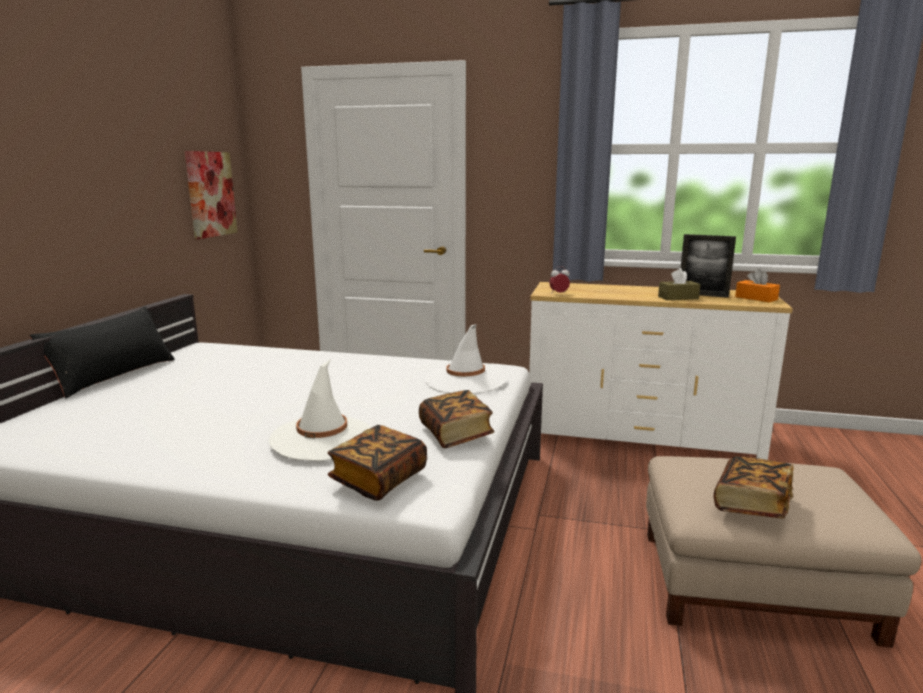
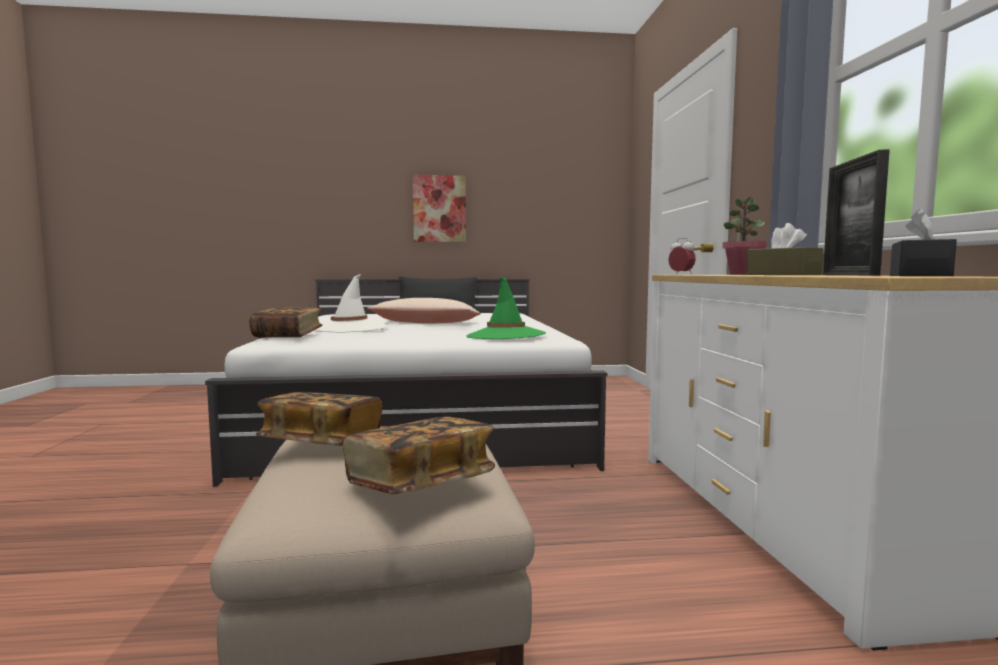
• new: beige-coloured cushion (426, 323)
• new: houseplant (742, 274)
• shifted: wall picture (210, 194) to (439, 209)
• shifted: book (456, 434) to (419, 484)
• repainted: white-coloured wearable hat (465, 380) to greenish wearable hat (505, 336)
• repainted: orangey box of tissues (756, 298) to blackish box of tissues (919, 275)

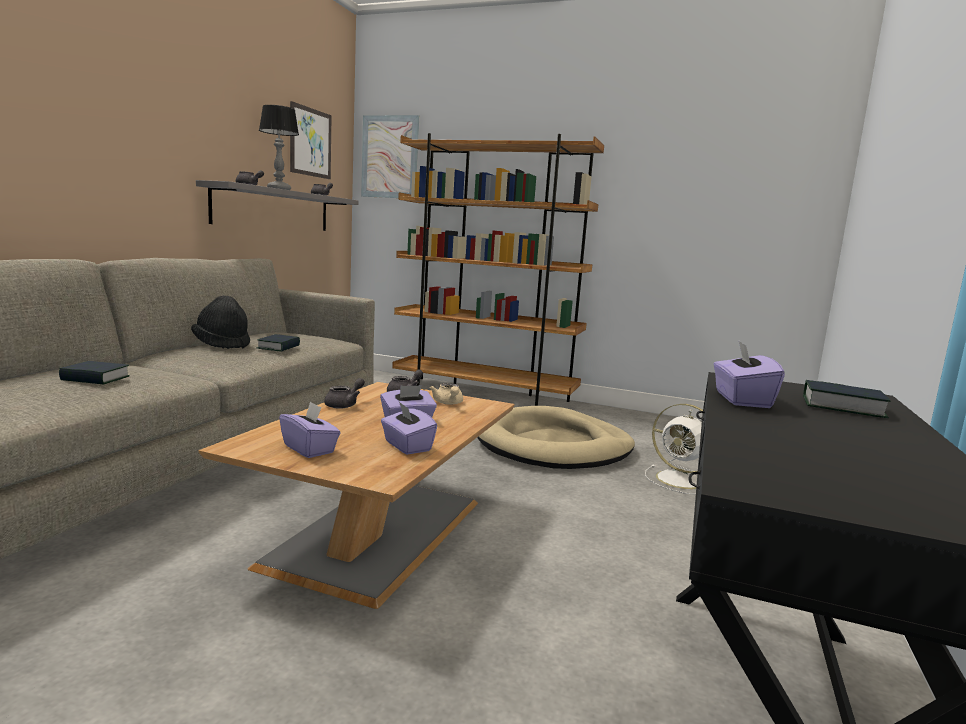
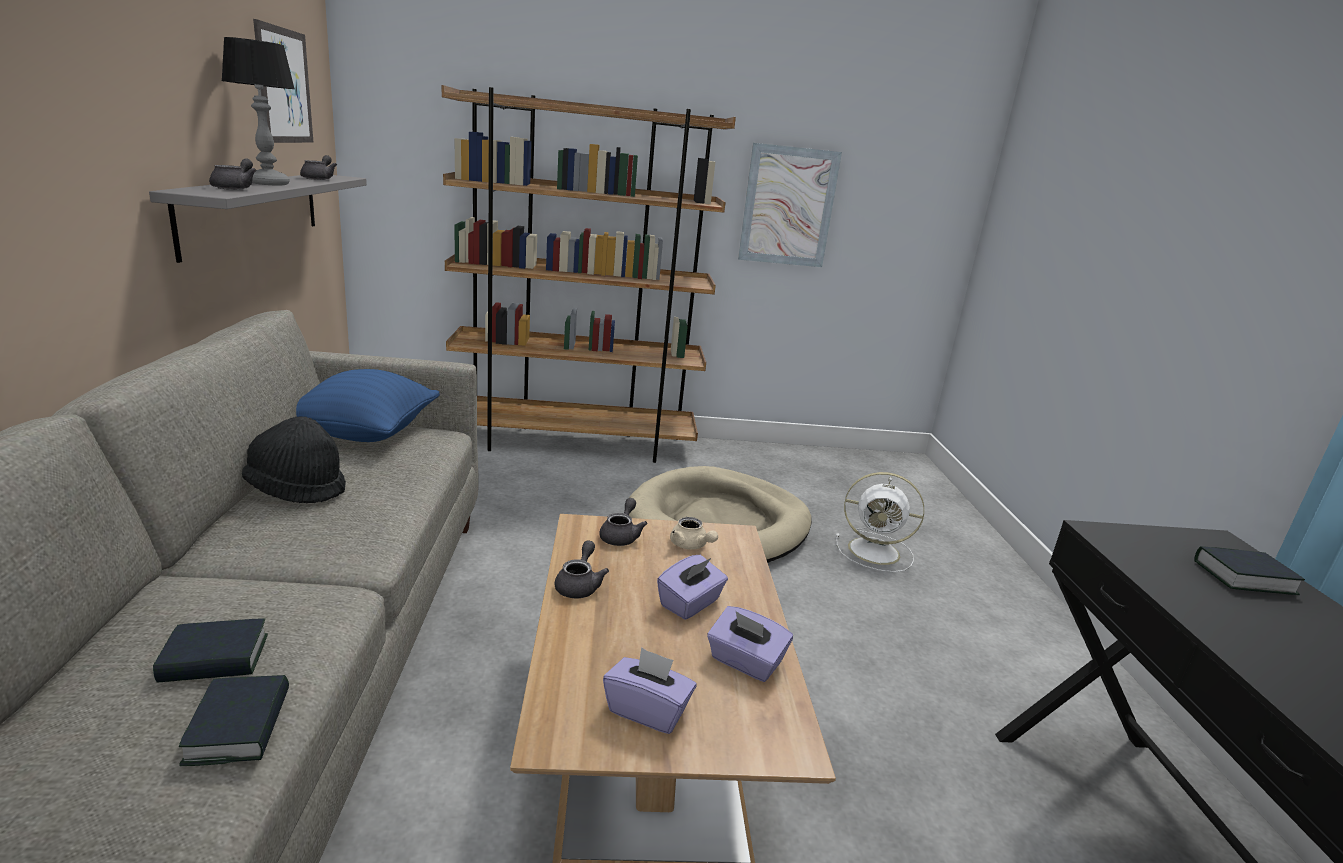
• gone: purplish box of tissues (741, 399)
• new: bluish cushion (364, 434)
• shifted: book (279, 347) to (239, 727)
• shifted: wall picture (390, 157) to (788, 206)

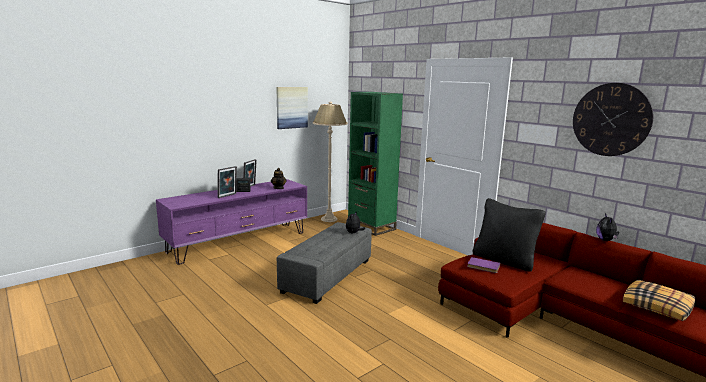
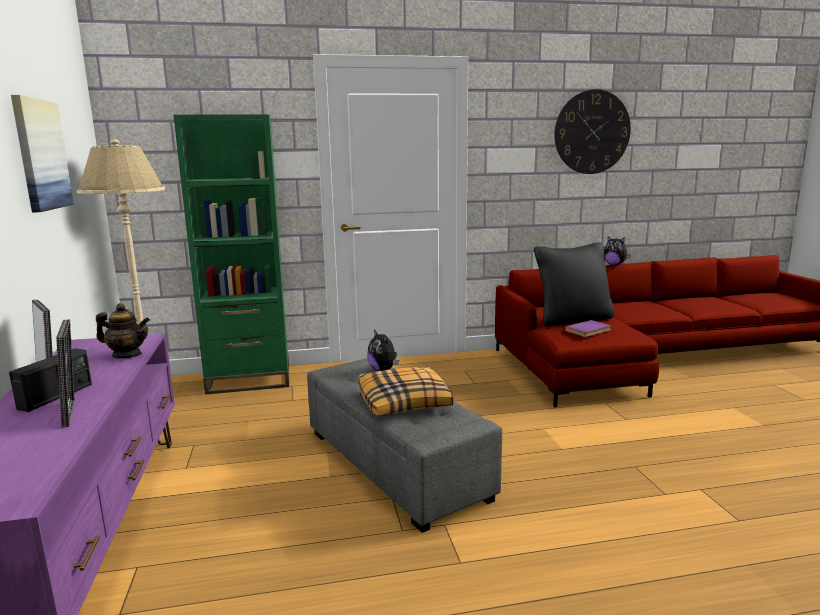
• shifted: cushion (657, 307) to (405, 402)

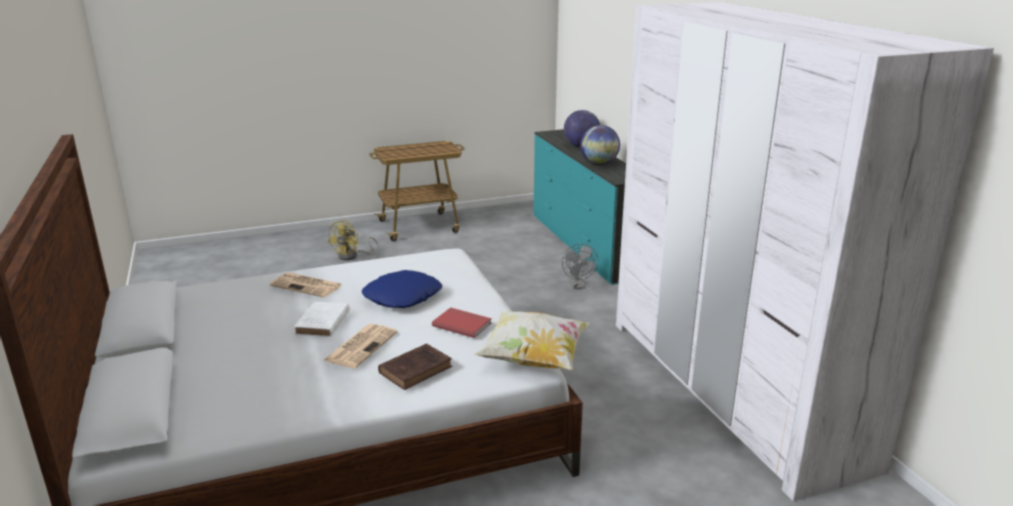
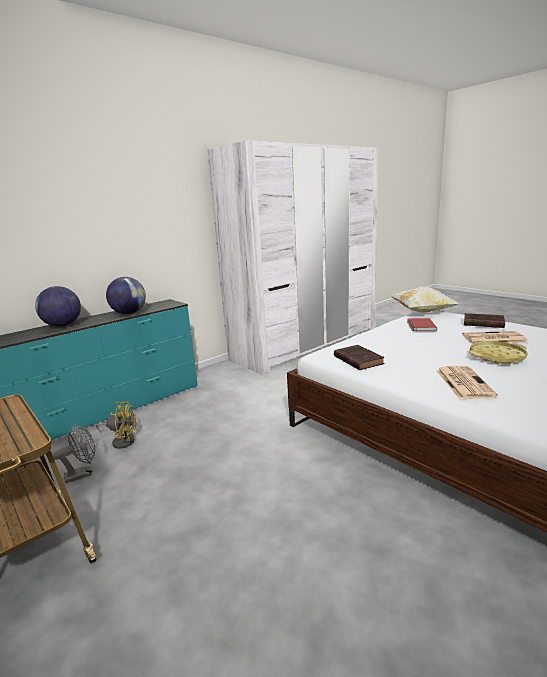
• gone: bluish cushion (402, 296)
• new: brownish book (357, 360)
• shifted: yellow cooling fan (352, 256) to (121, 441)
• shifted: gray cooling fan (578, 286) to (83, 474)
• swapped: white-coloured book (322, 323) to yellow carrying tray (497, 356)

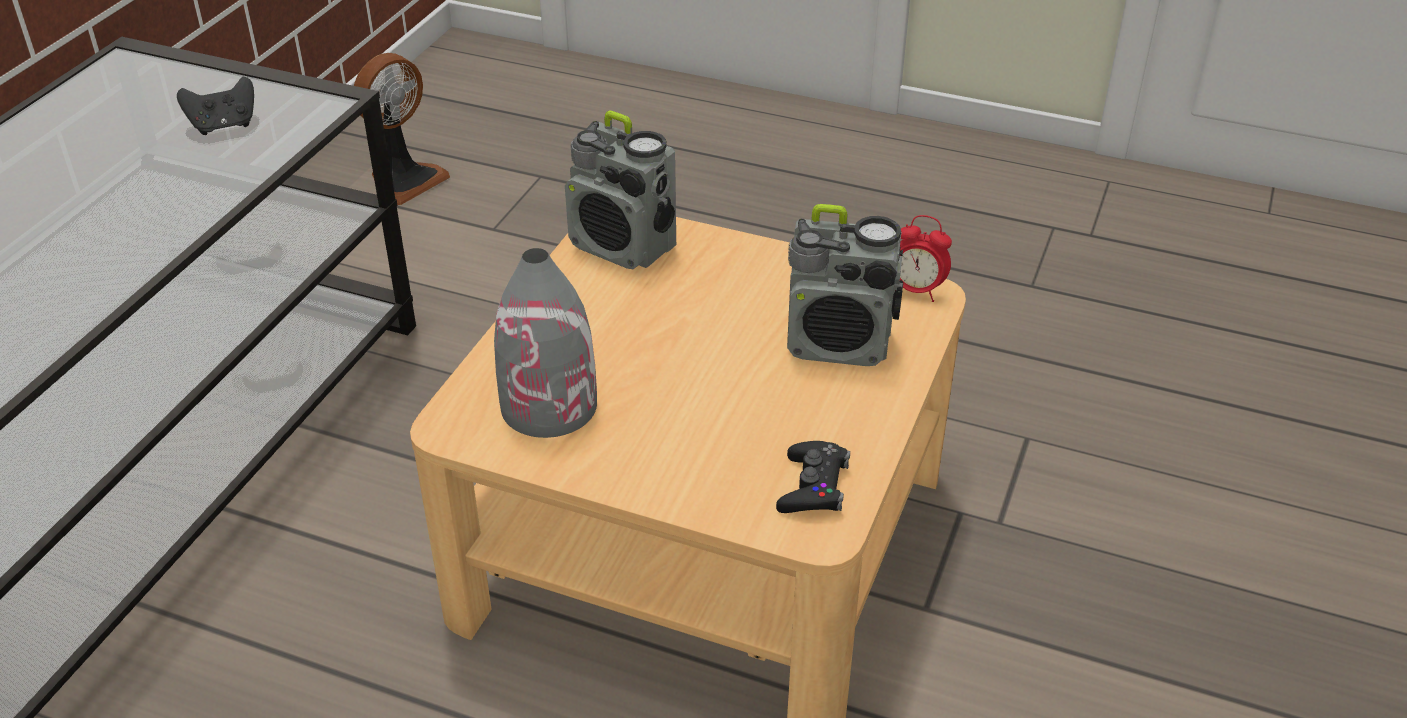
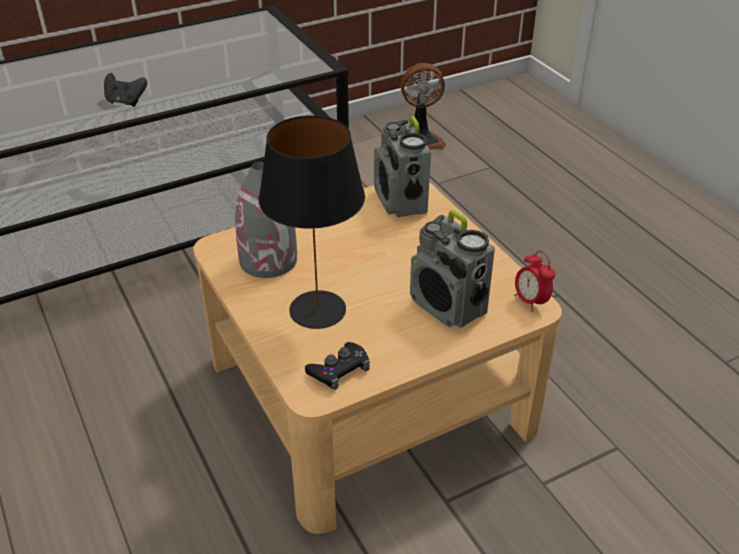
• new: blackish tabletop lamp (318, 309)
• shifted: blackish joypad (224, 126) to (126, 102)

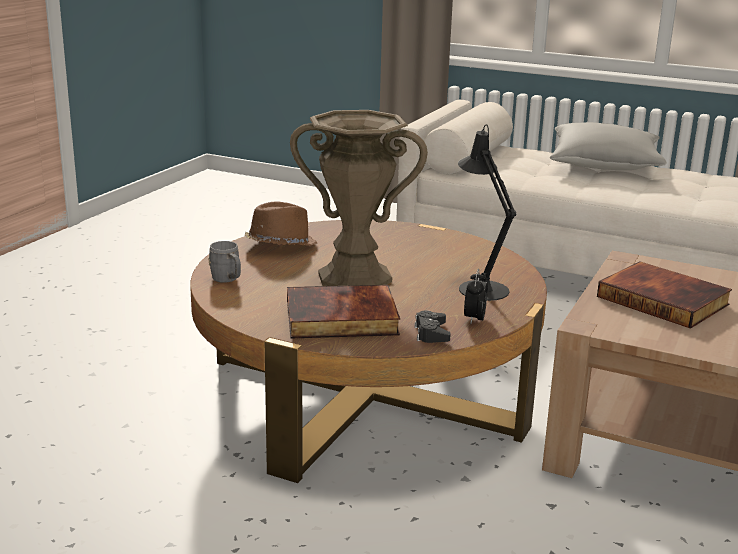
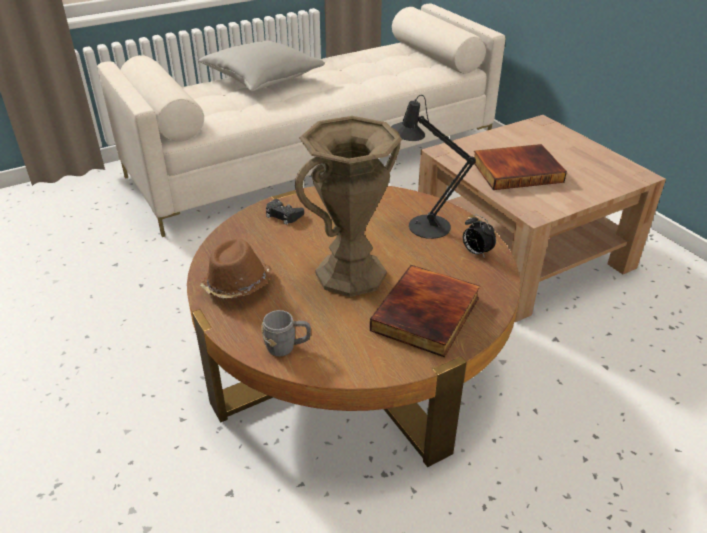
• shifted: blackish joypad (431, 333) to (283, 215)

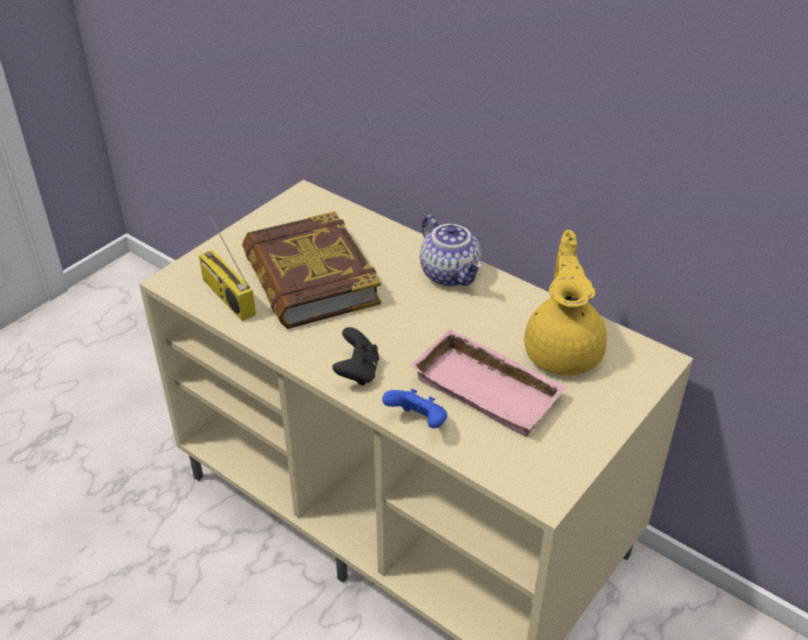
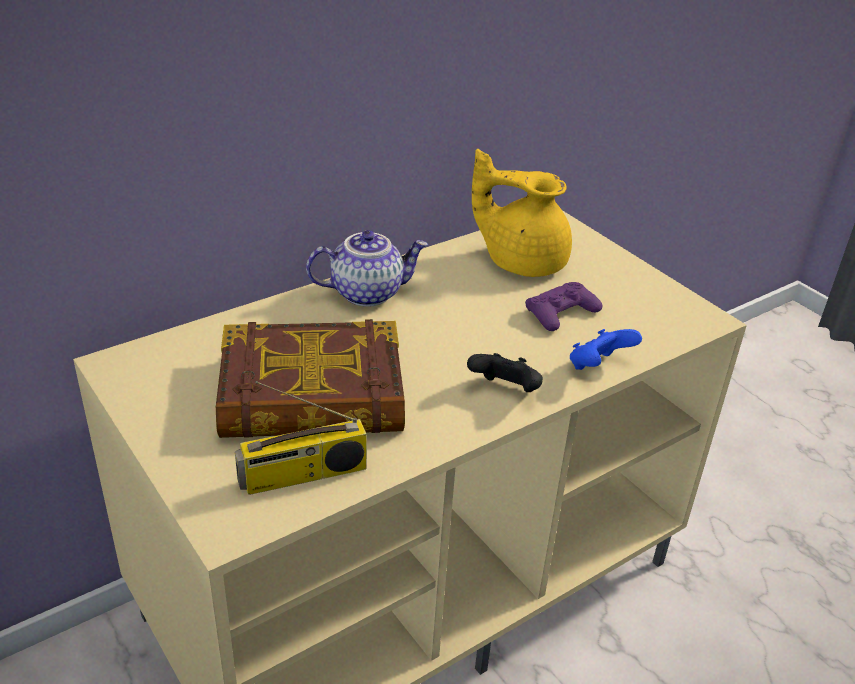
• swapped: pinkish carrying tray (490, 388) to purplish joypad (561, 313)

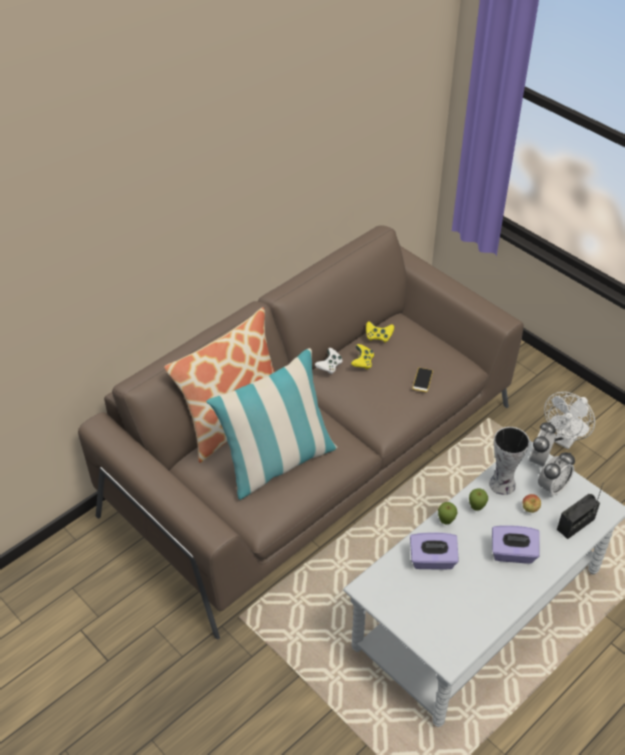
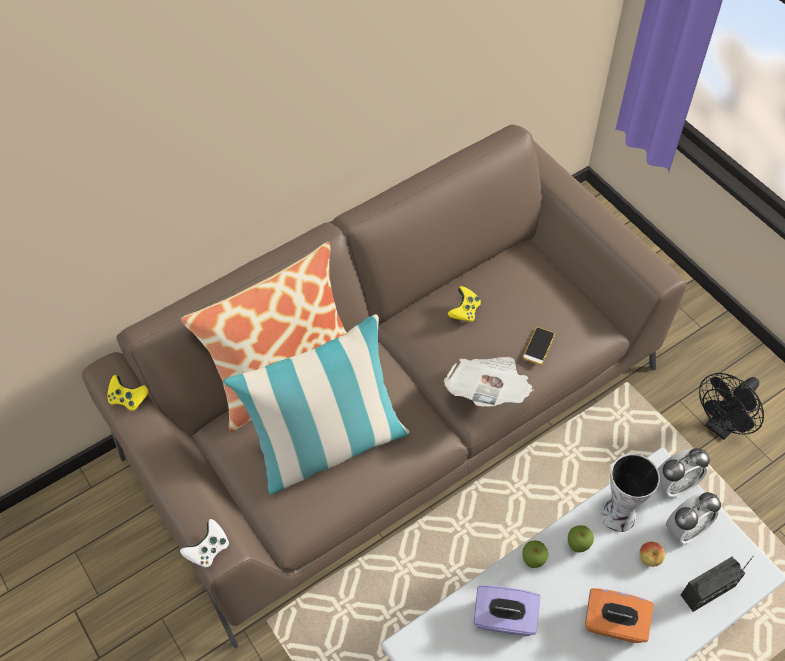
• new: daily paper (488, 391)
• shifted: white-coloured joypad (329, 366) to (208, 550)
• shifted: yellow joypad (378, 337) to (129, 398)
• repainted: purplish box of tissues (513, 553) to orangey box of tissues (614, 624)
• repainted: white-coloured cooling fan (565, 440) to blackish cooling fan (722, 426)
• rotated: alarm clock (539, 460) = (674, 484) 150 degrees counterclockwise

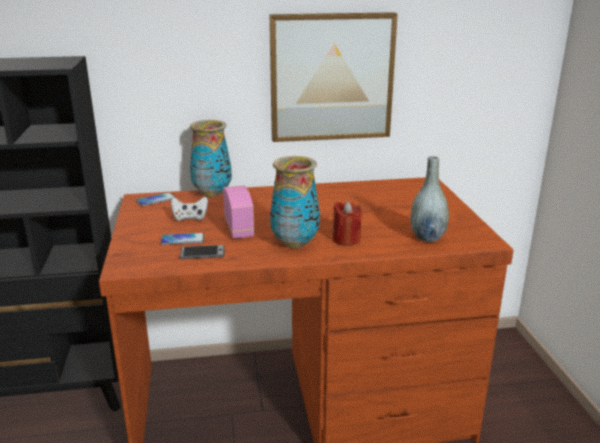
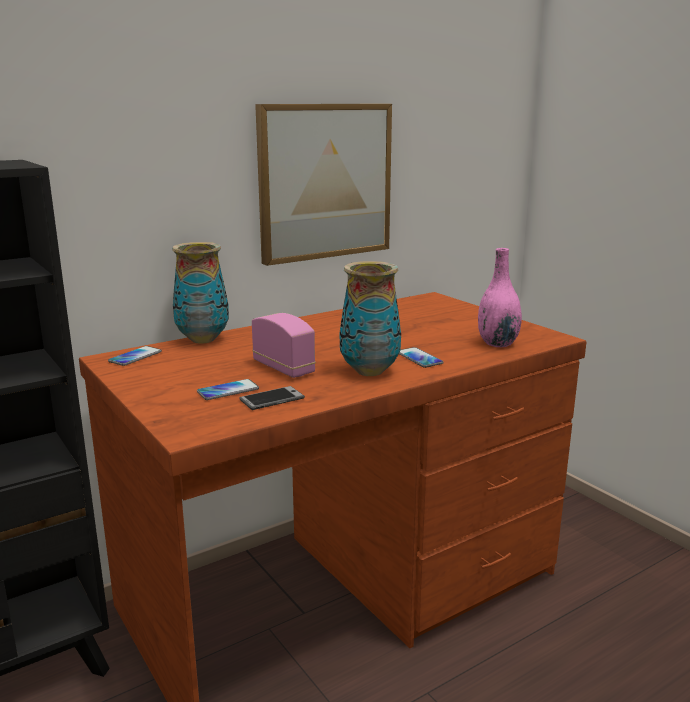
• gone: white-coloured joypad (190, 218)
• swapped: reddish wax light (346, 239) to phone (419, 358)
• repainted: gray flower vase (427, 237) to pinkish flower vase (497, 343)

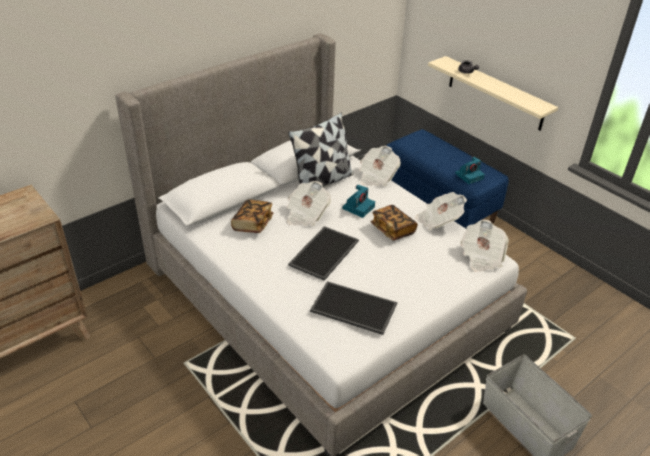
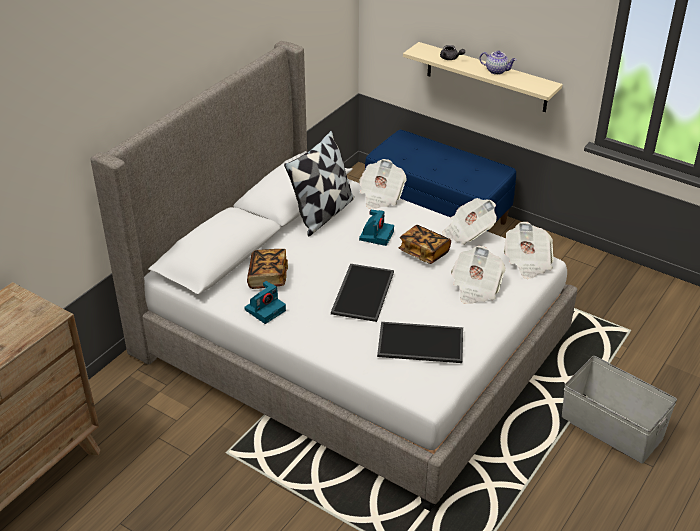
• new: tea pot (497, 71)
• shifted: daily paper (306, 214) to (475, 287)
• shifted: photo camera (469, 176) to (265, 309)

